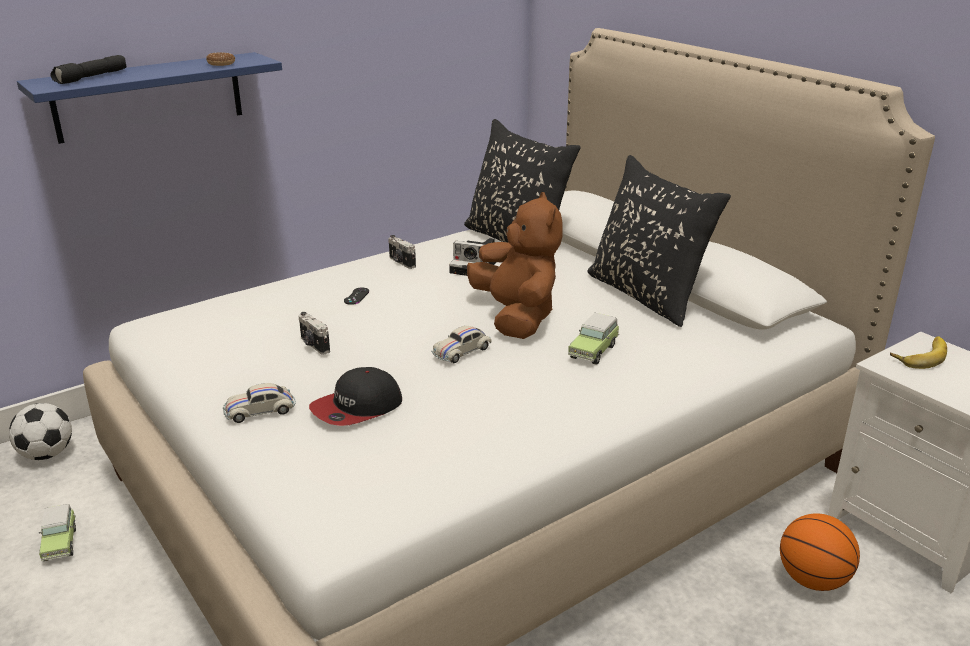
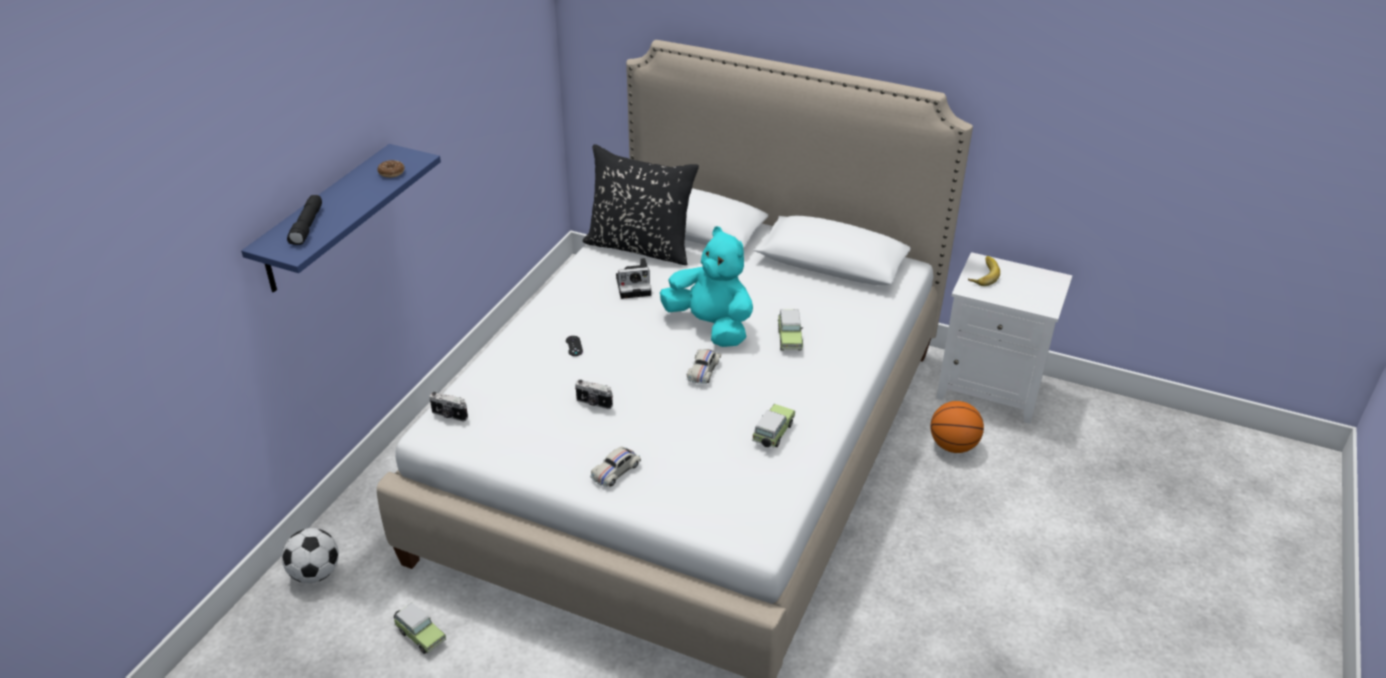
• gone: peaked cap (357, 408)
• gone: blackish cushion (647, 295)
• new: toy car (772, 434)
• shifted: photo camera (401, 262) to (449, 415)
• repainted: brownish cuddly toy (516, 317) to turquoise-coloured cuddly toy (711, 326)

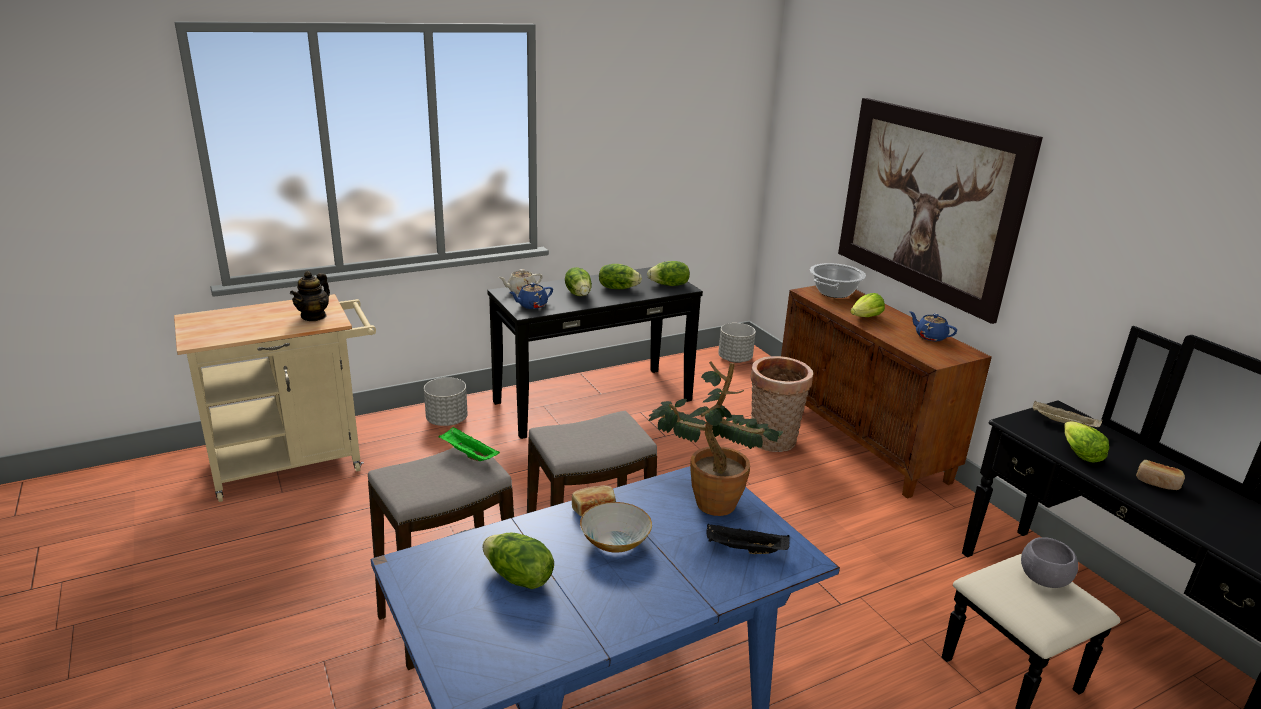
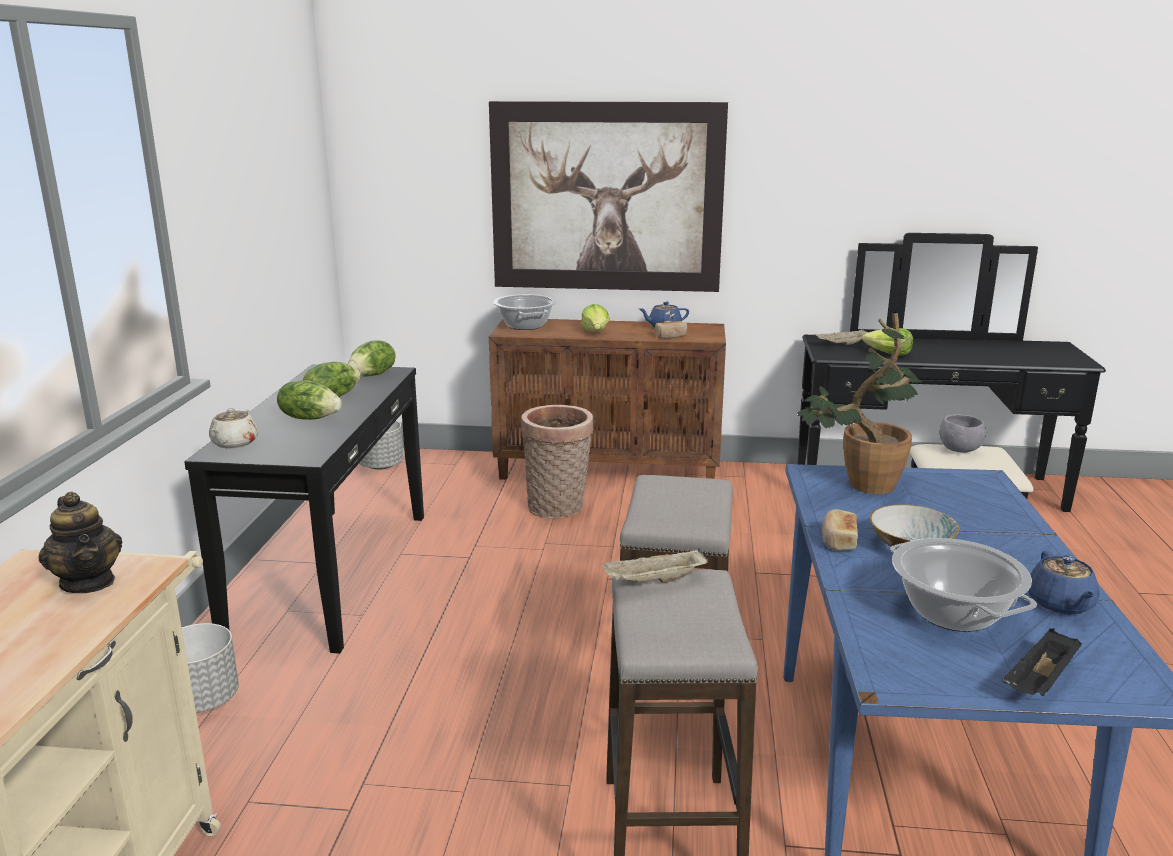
• shifted: bluish tea pot (532, 305) to (1060, 604)
• shifted: blackish carrying tray (744, 550) to (1040, 682)
• shifted: baked bread (1157, 482) to (671, 336)
• swapped: head of lettuce (518, 578) to stockpot (954, 613)
• repainted: greenish carrying tray (468, 454) to beige-coloured carrying tray (654, 581)

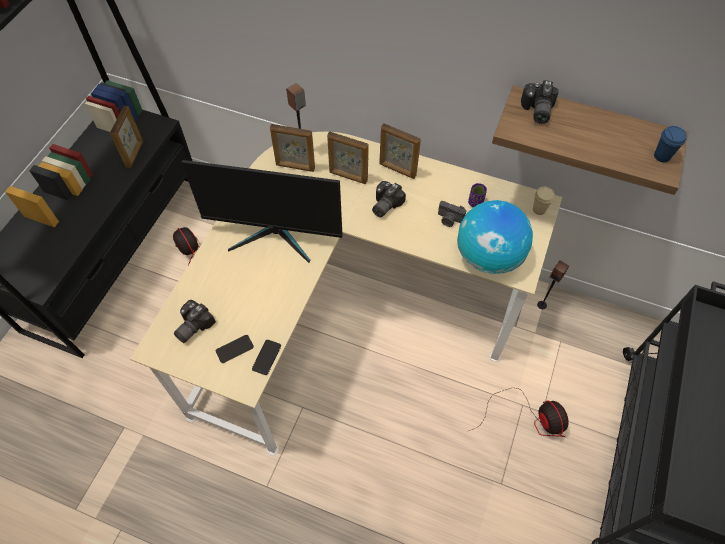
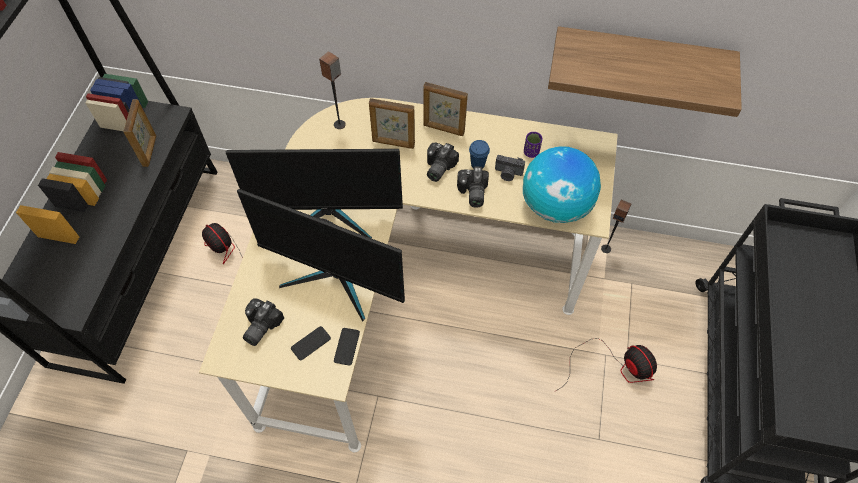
• gone: picture frame (295, 167)
• gone: beige-coloured cup (539, 209)
• new: computer display (335, 280)
• shifted: photo camera (536, 111) to (472, 193)
• shifted: bluish cup (662, 156) to (478, 164)

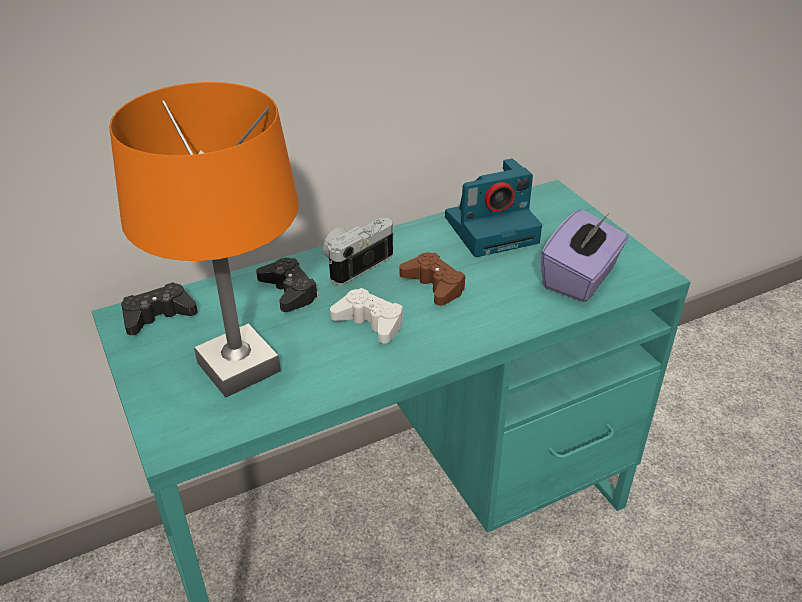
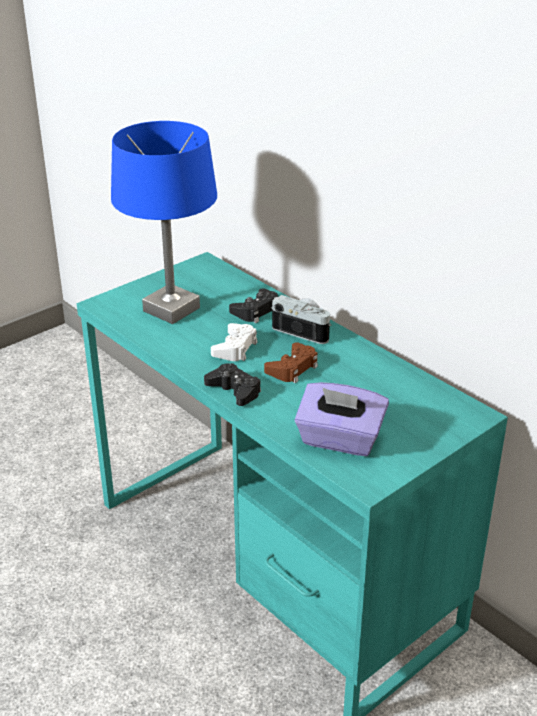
• gone: photo camera (492, 228)
• shifted: blackish joypad (158, 316) to (234, 390)
• repainted: orangey tabletop lamp (239, 368) to bluish tabletop lamp (171, 310)

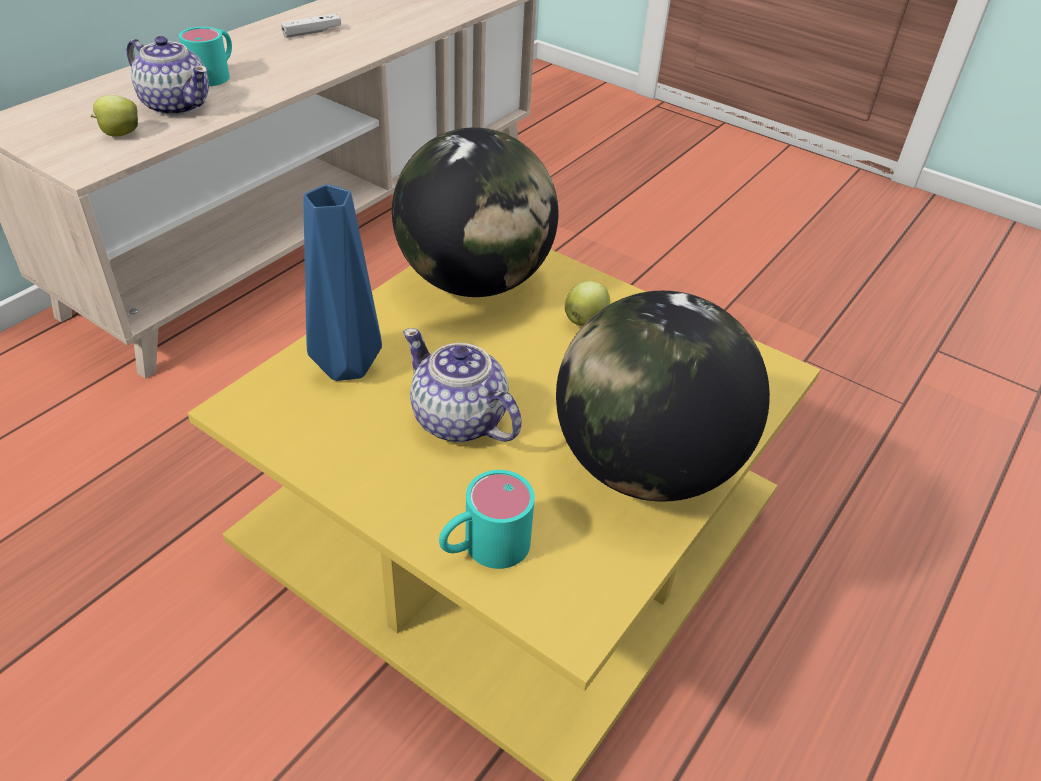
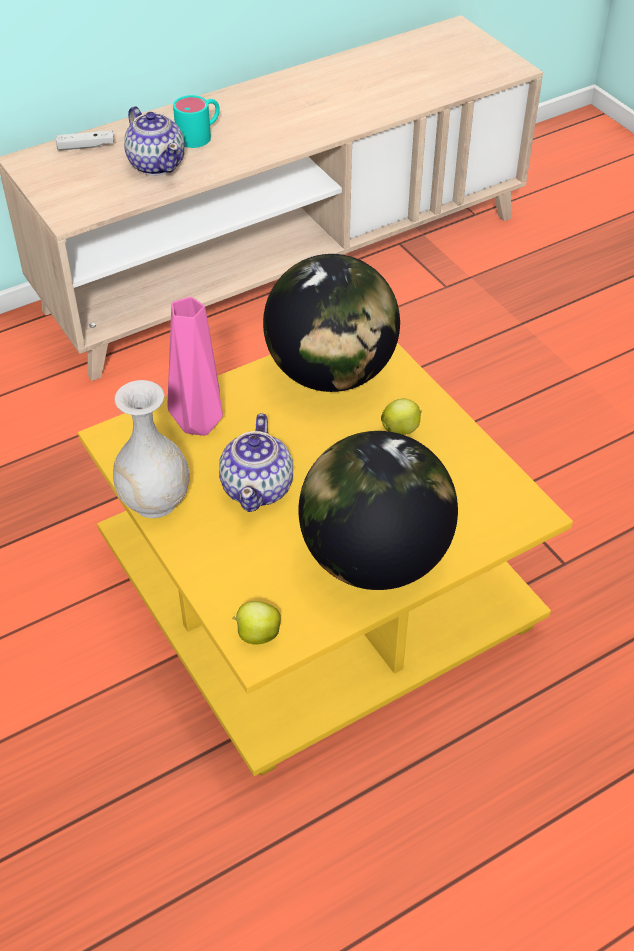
• gone: turquoise-coloured mug (483, 547)
• new: white-coloured flower vase (155, 500)
• shifted: apple fruit (119, 134) to (257, 635)
• shifted: white-coloured joypad (312, 32) to (86, 146)
• repainted: bluish flower vase (347, 369) to pinkish flower vase (198, 426)
• rotated: tea pot (459, 421) = (258, 487) 150 degrees counterclockwise

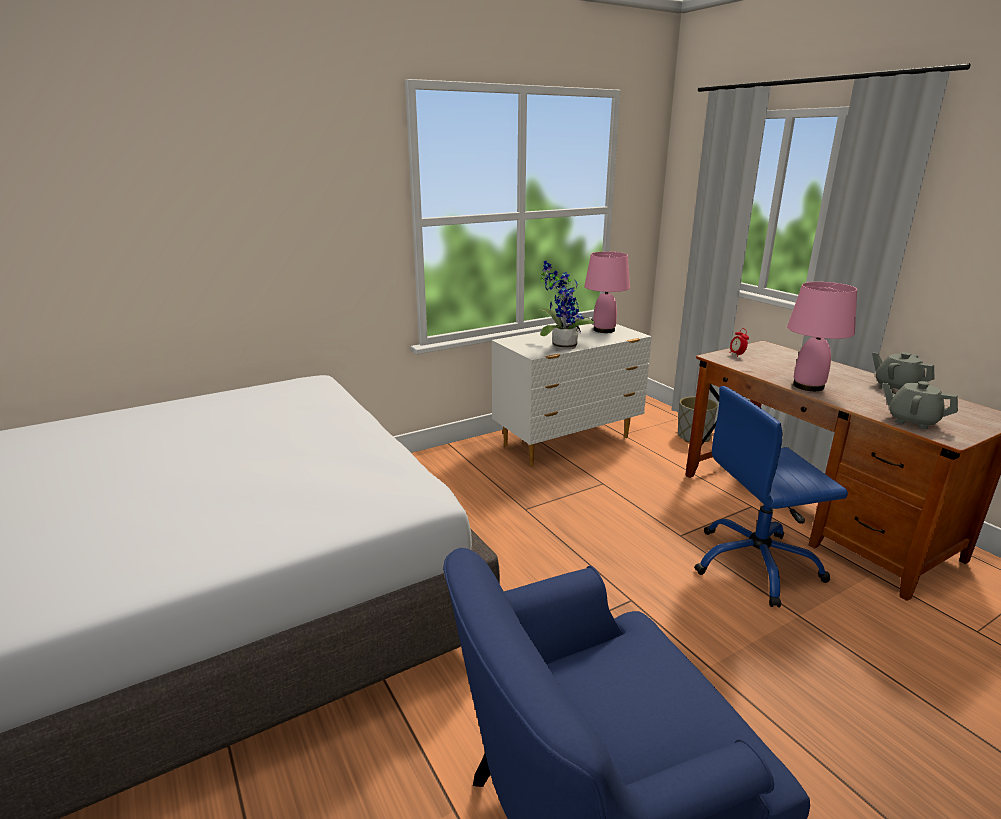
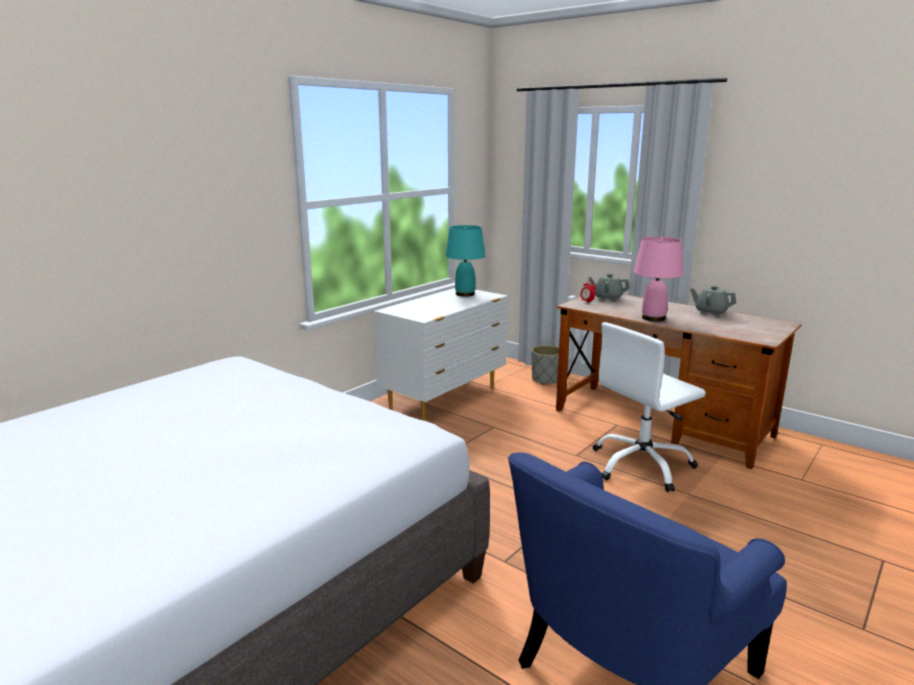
• gone: houseplant (561, 346)
• shifted: gray tea pot (912, 421) to (607, 298)
• repainted: pinkish tabletop lamp (604, 330) to turquoise-coloured tabletop lamp (465, 294)
• repainted: bluish office chair (755, 564) to white-coloured office chair (641, 465)

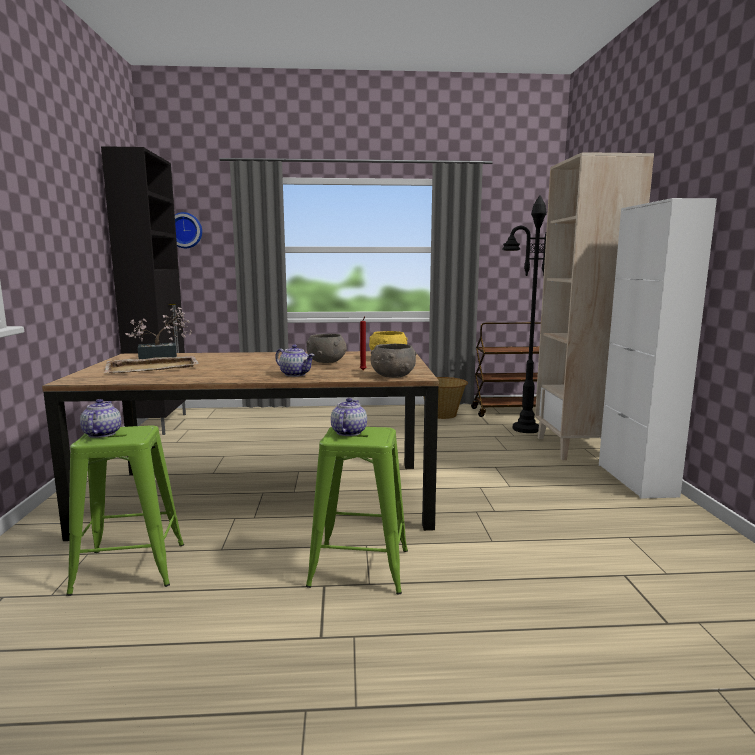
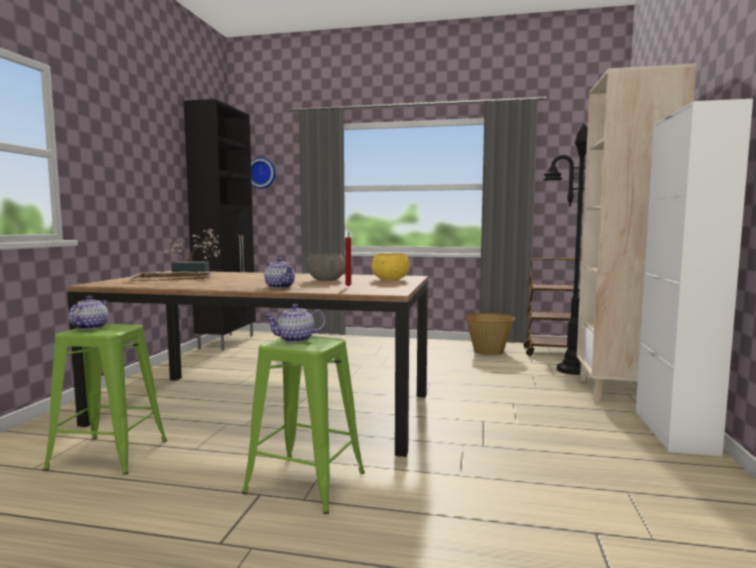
• gone: gray bowl (392, 376)
• rotated: tea pot (348, 432) = (295, 339) 135 degrees counterclockwise

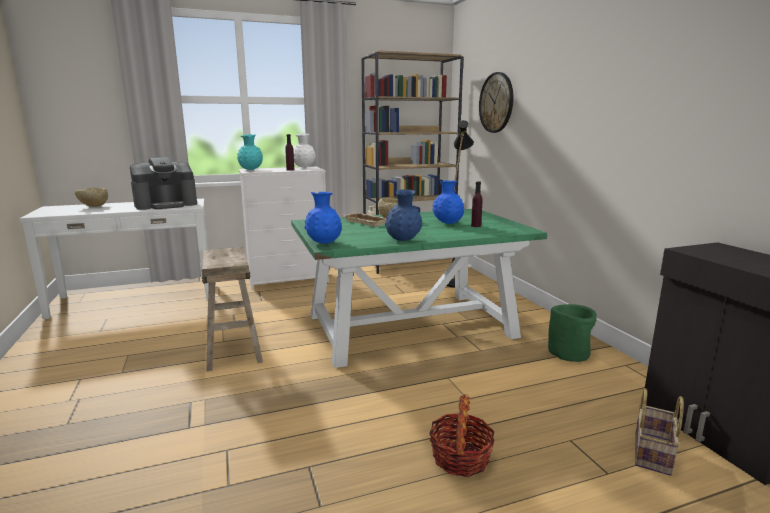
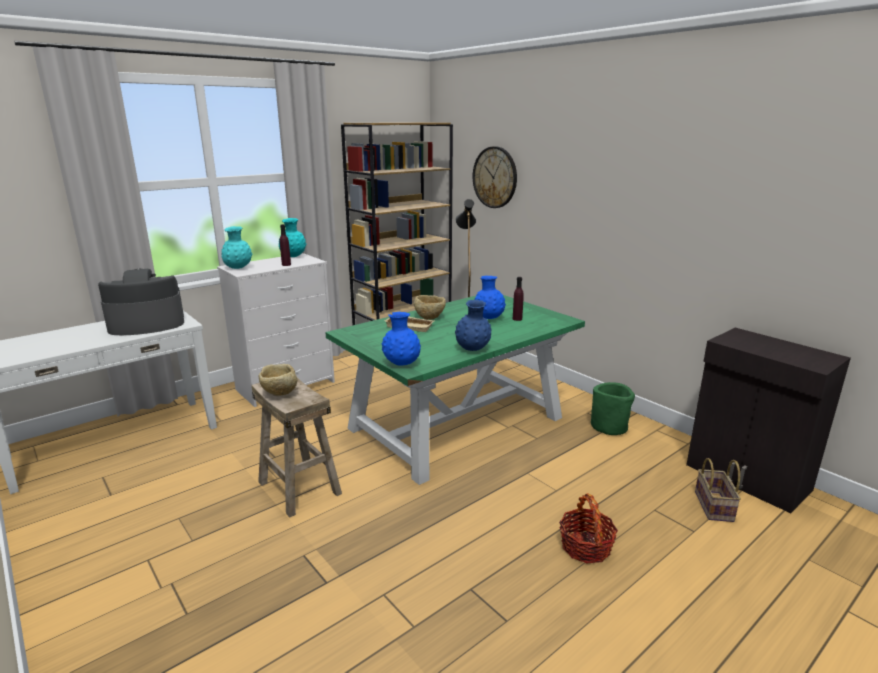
• shifted: beige-coloured bowl (94, 206) to (279, 393)
• repainted: white-coloured flower vase (304, 167) to turquoise-coloured flower vase (293, 257)
• rotated: coffee brewer (166, 205) = (146, 324) 150 degrees counterclockwise

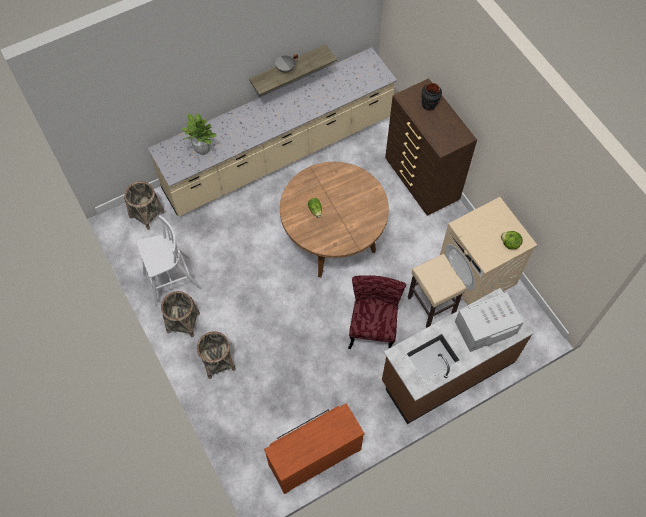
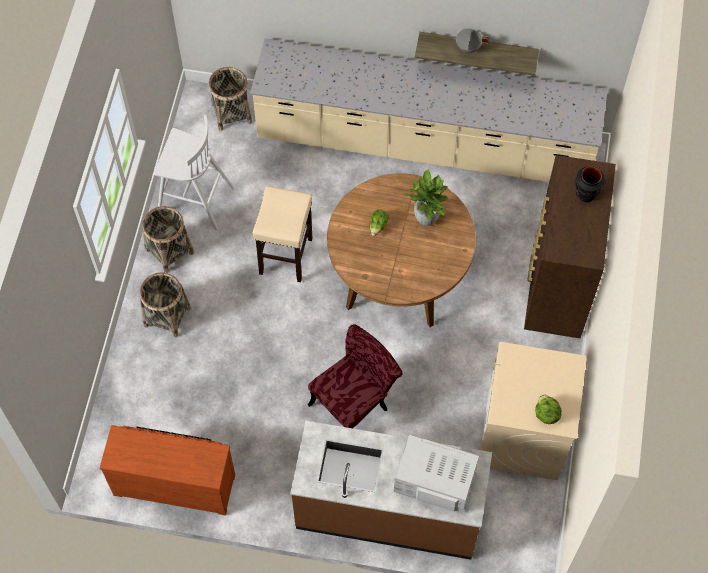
• shifted: houseplant (202, 149) to (426, 218)
• shifted: beige-coloured stool (430, 305) to (286, 255)

